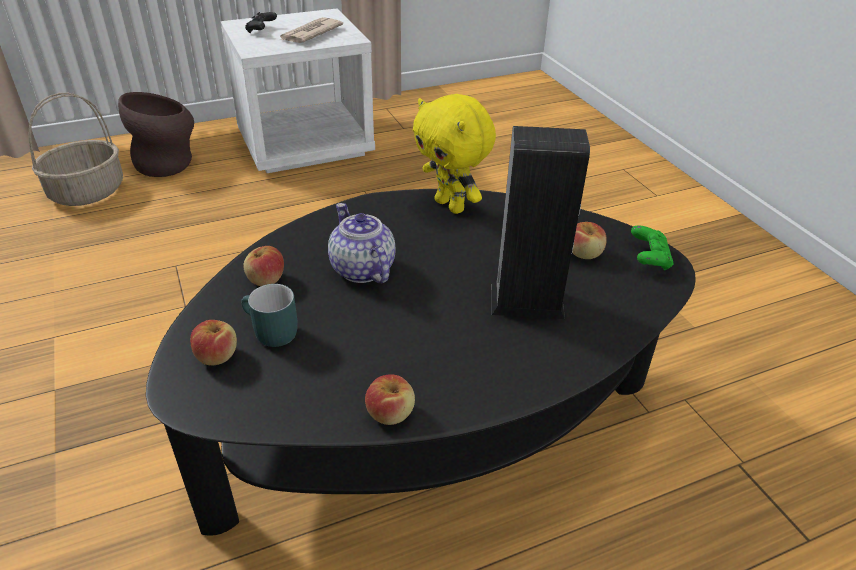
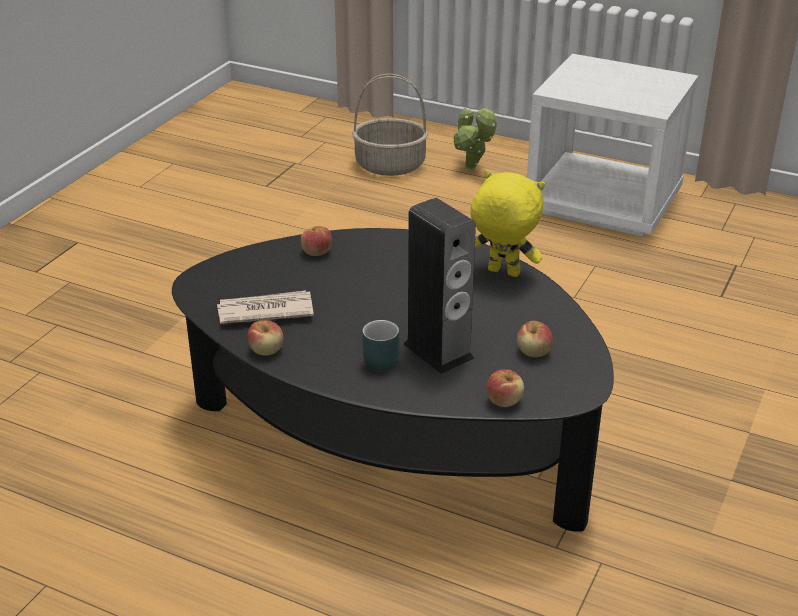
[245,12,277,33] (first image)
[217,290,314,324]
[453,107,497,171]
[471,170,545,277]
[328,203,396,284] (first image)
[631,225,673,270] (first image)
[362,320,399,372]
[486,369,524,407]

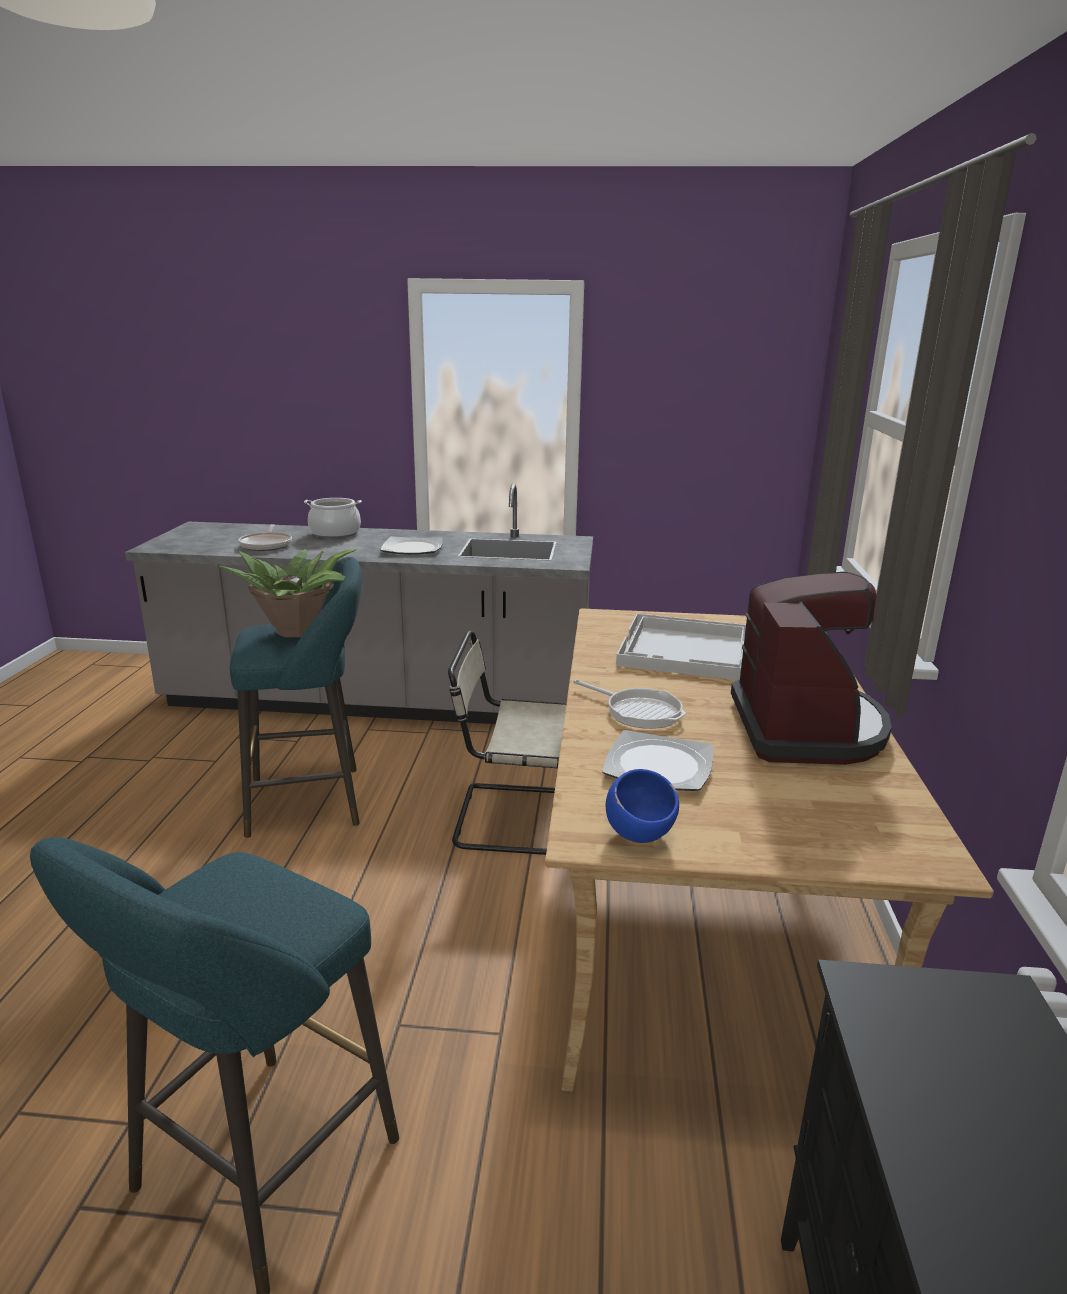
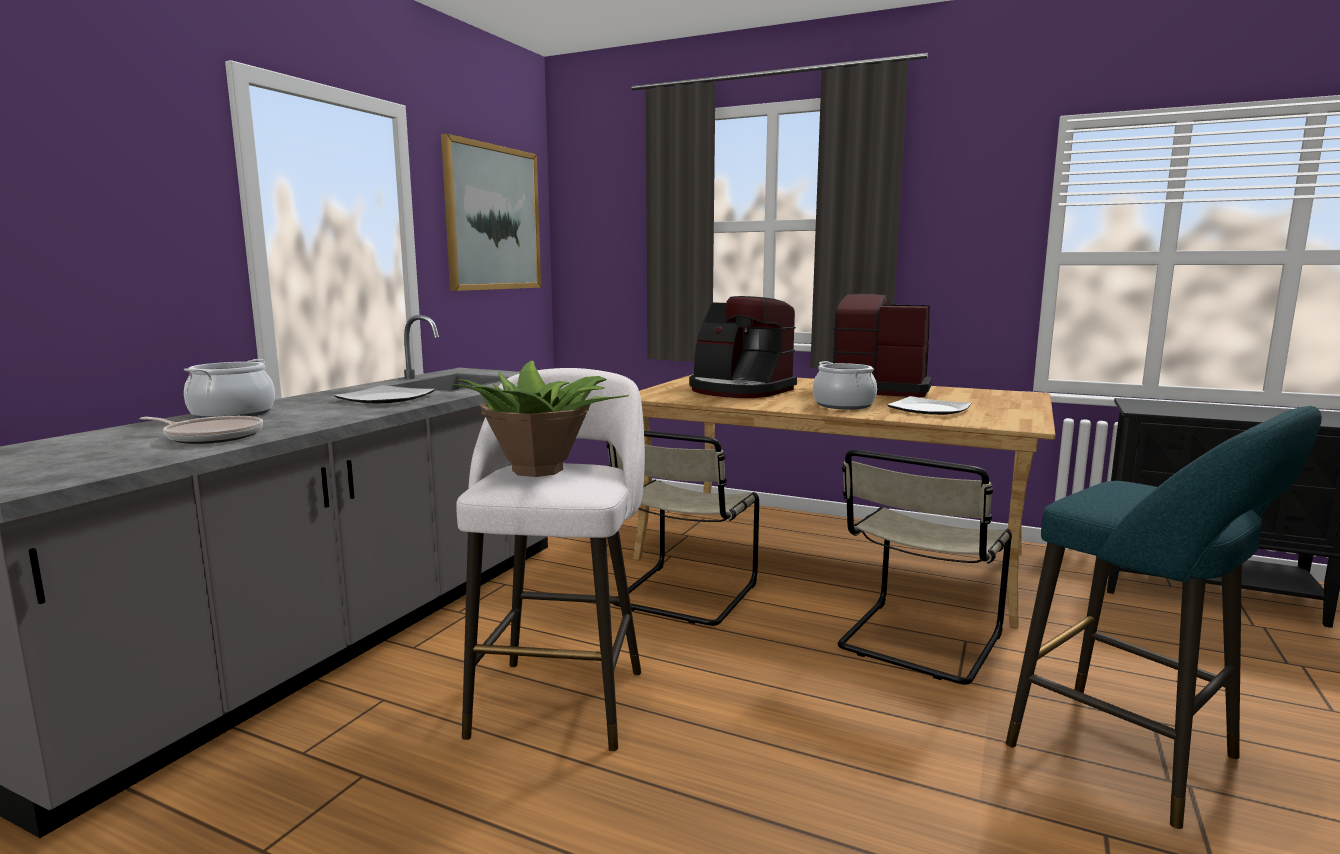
[456,368,645,751]
[689,296,797,398]
[813,361,877,410]
[606,769,679,843] (first image)
[441,134,541,291]
[838,450,1012,685]

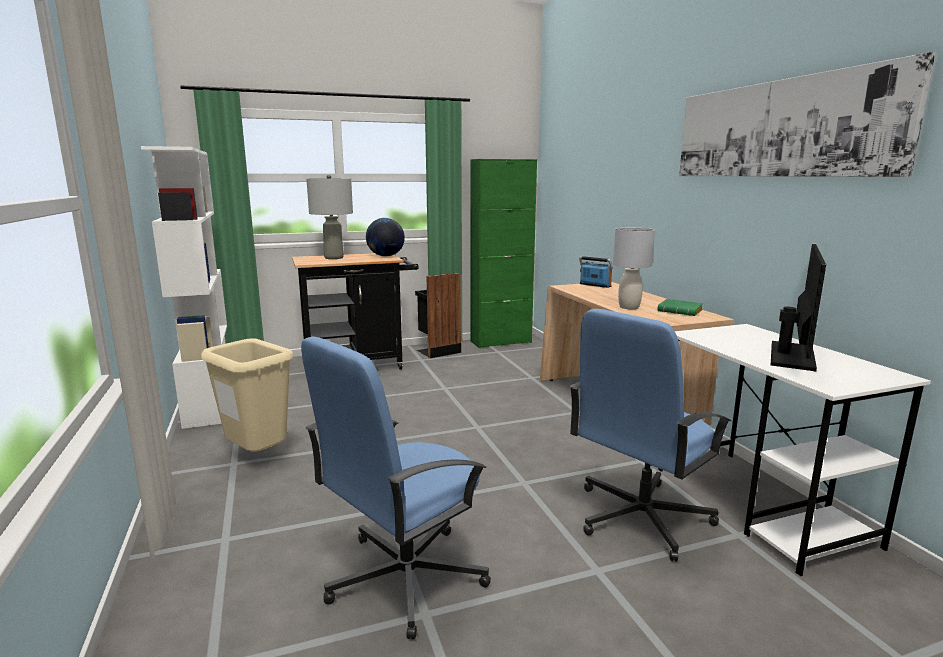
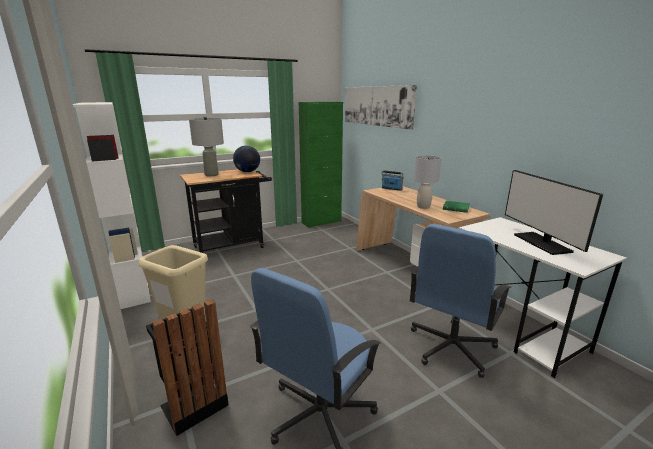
[345,85,417,130]
[505,170,603,255]
[146,299,229,436]

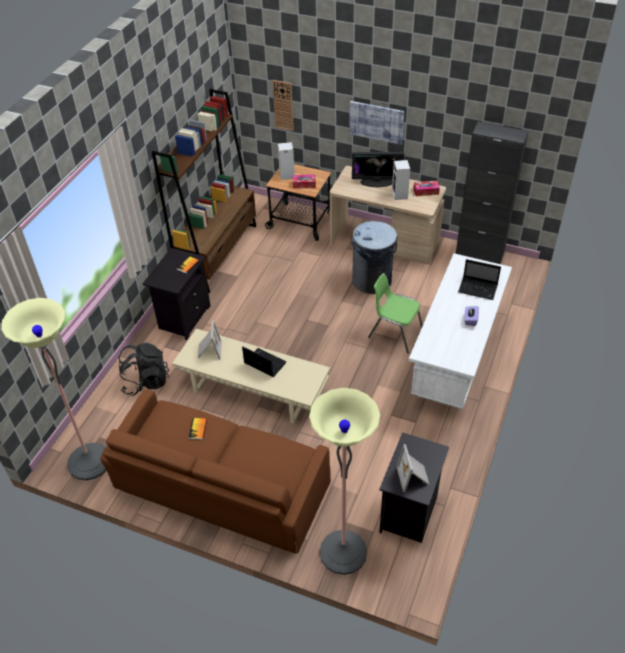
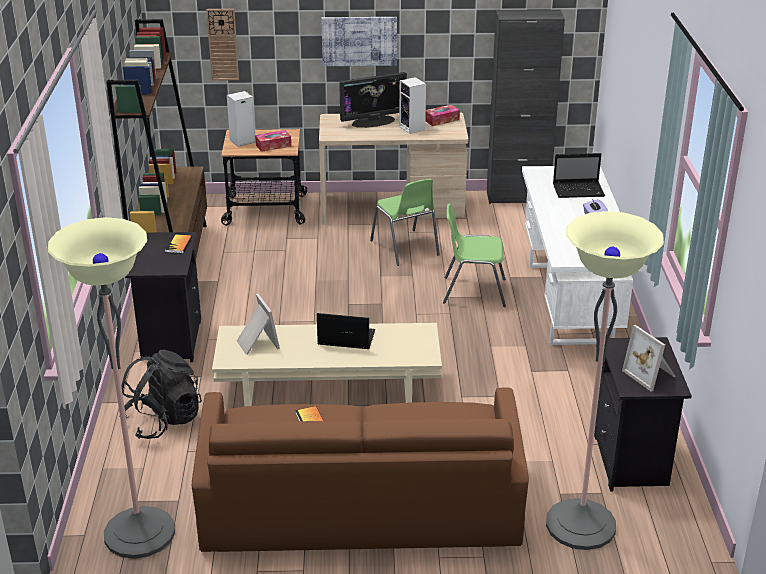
[370,179,440,266]

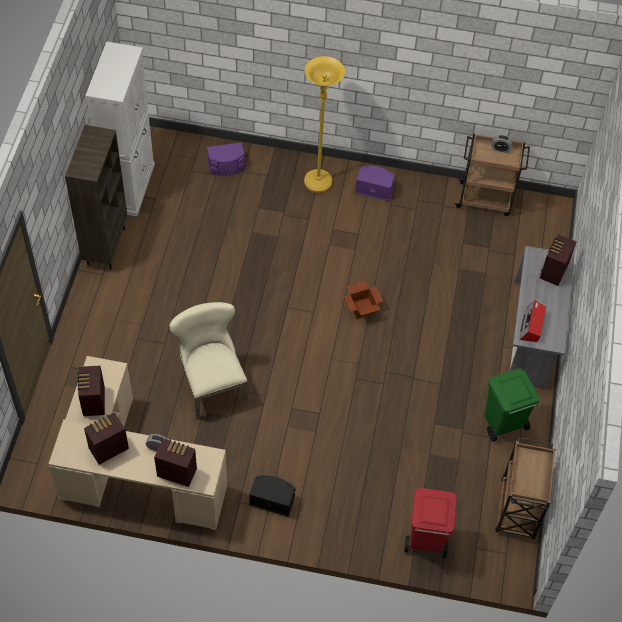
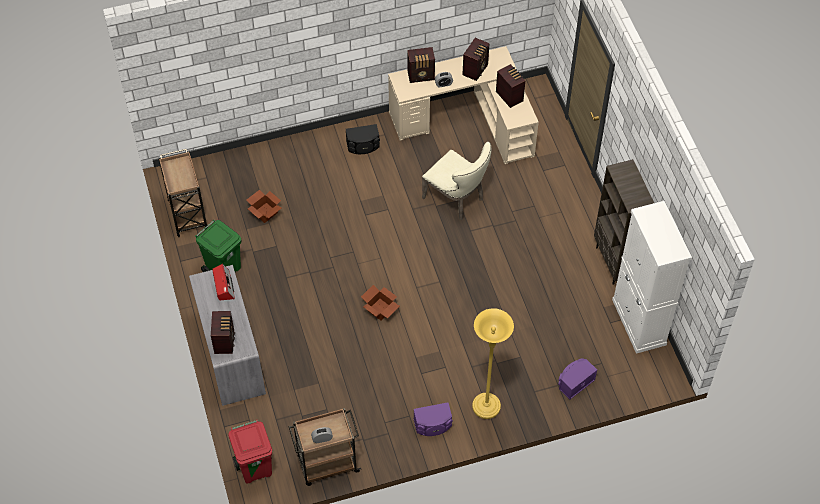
[229,420,272,484]
[246,190,282,223]

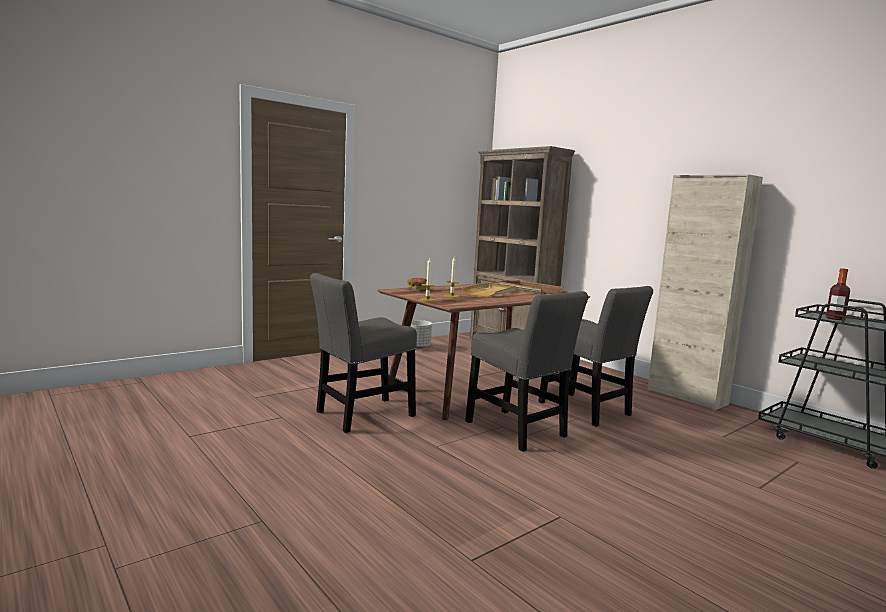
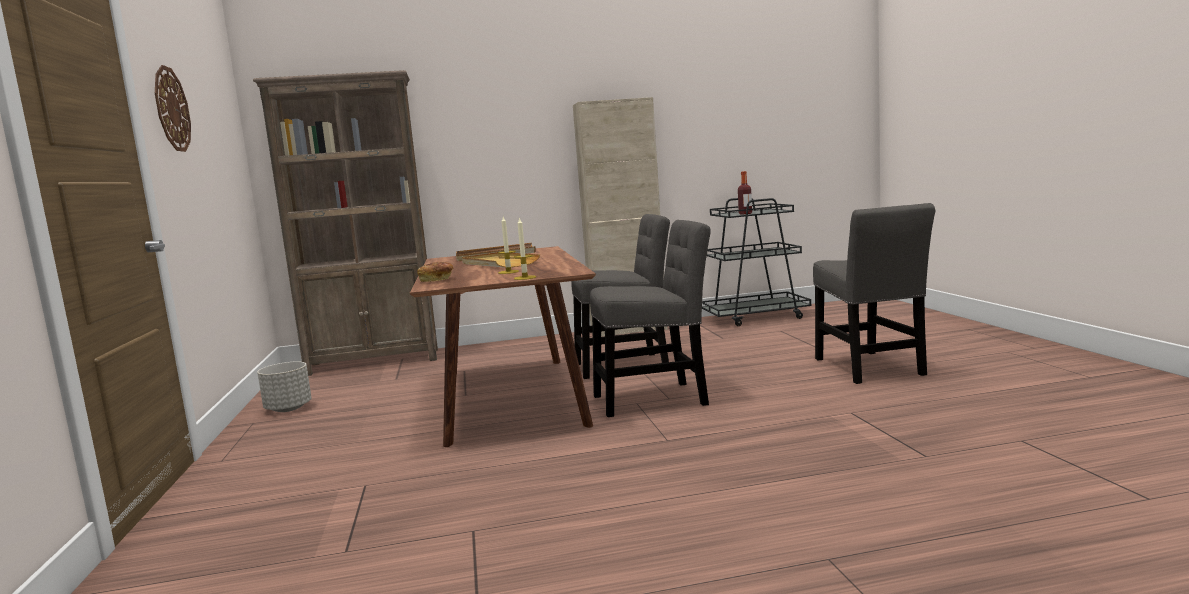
[813,203,935,384]
[155,65,191,152]

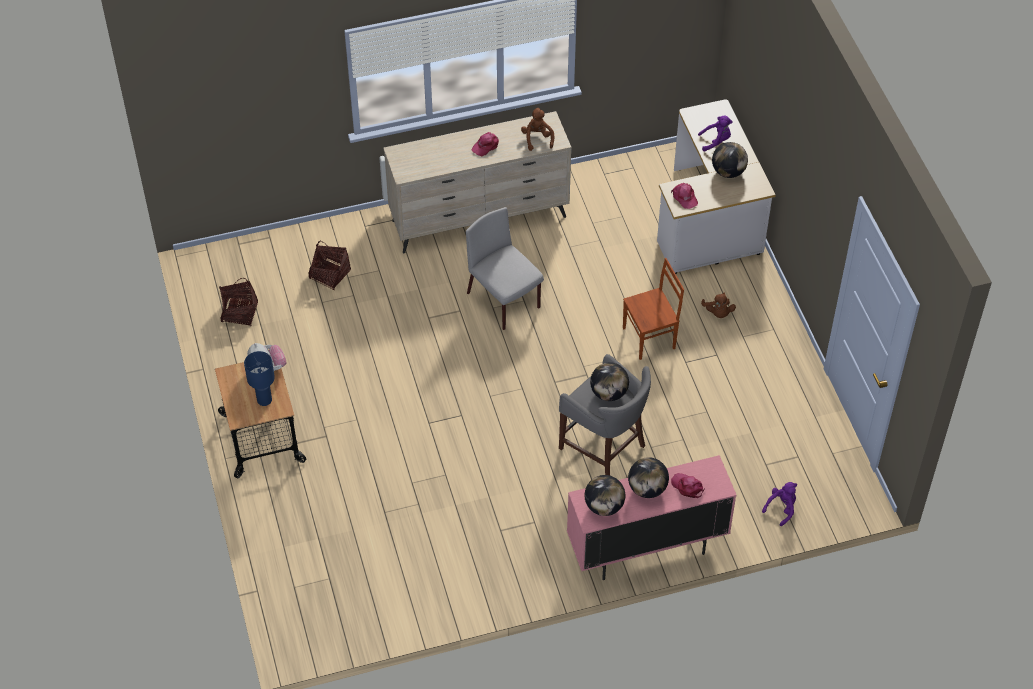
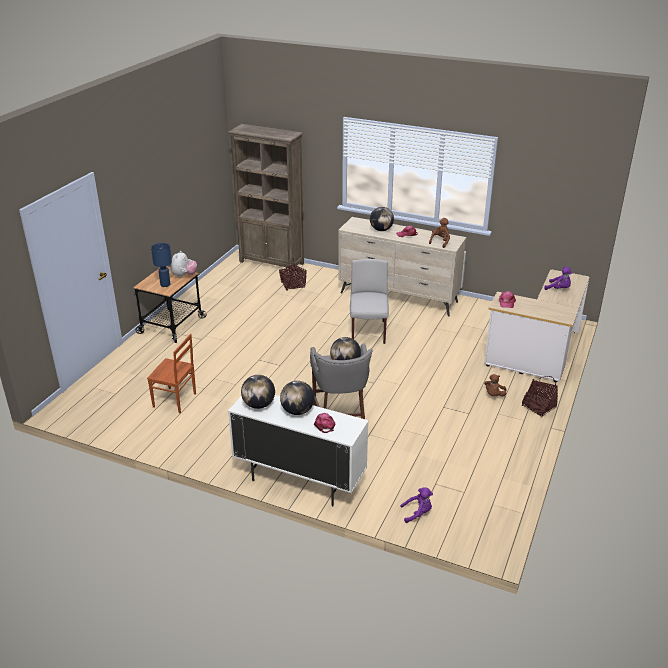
[370,207,394,231]
[147,334,196,413]
[522,376,558,417]
[228,395,369,507]
[228,124,304,273]

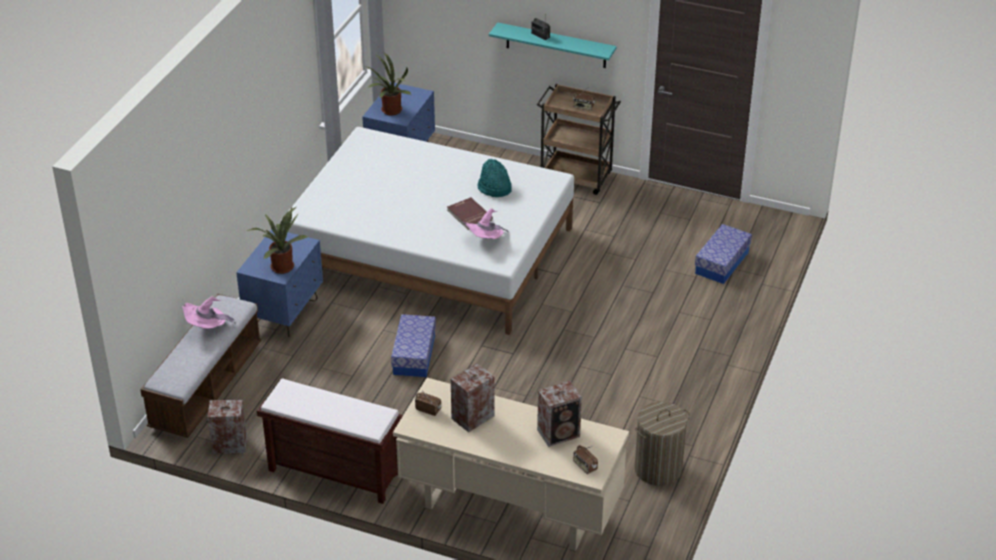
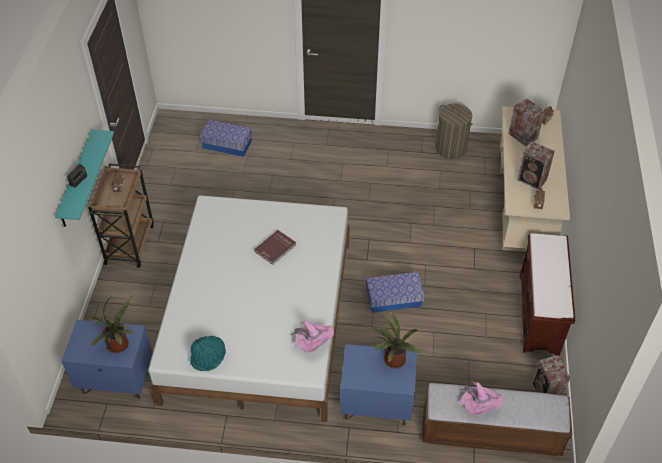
[190,336,226,371]
[291,321,334,352]

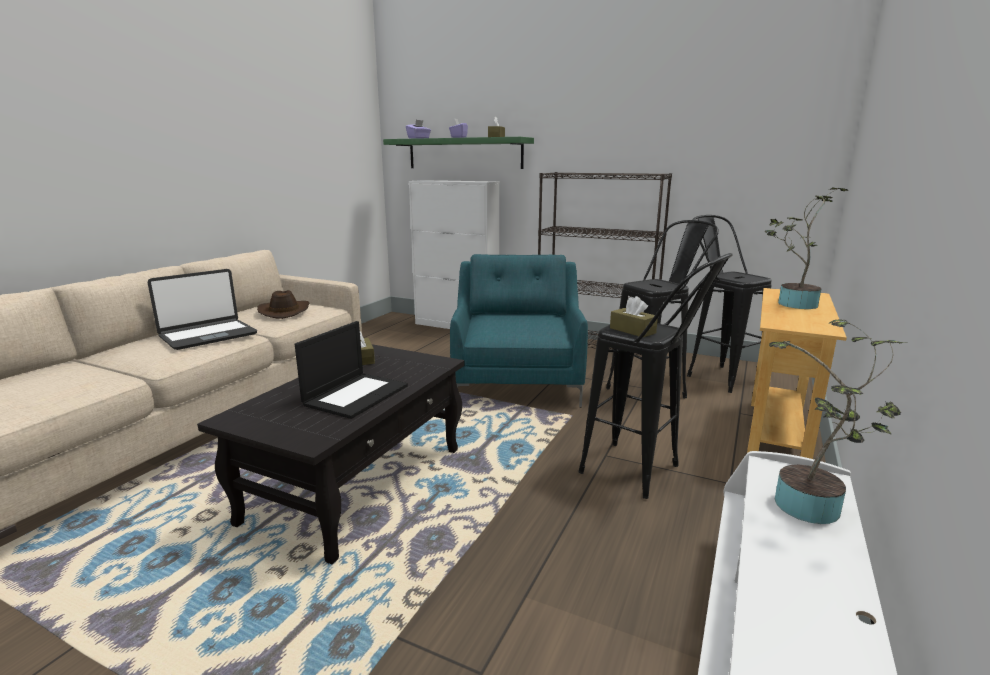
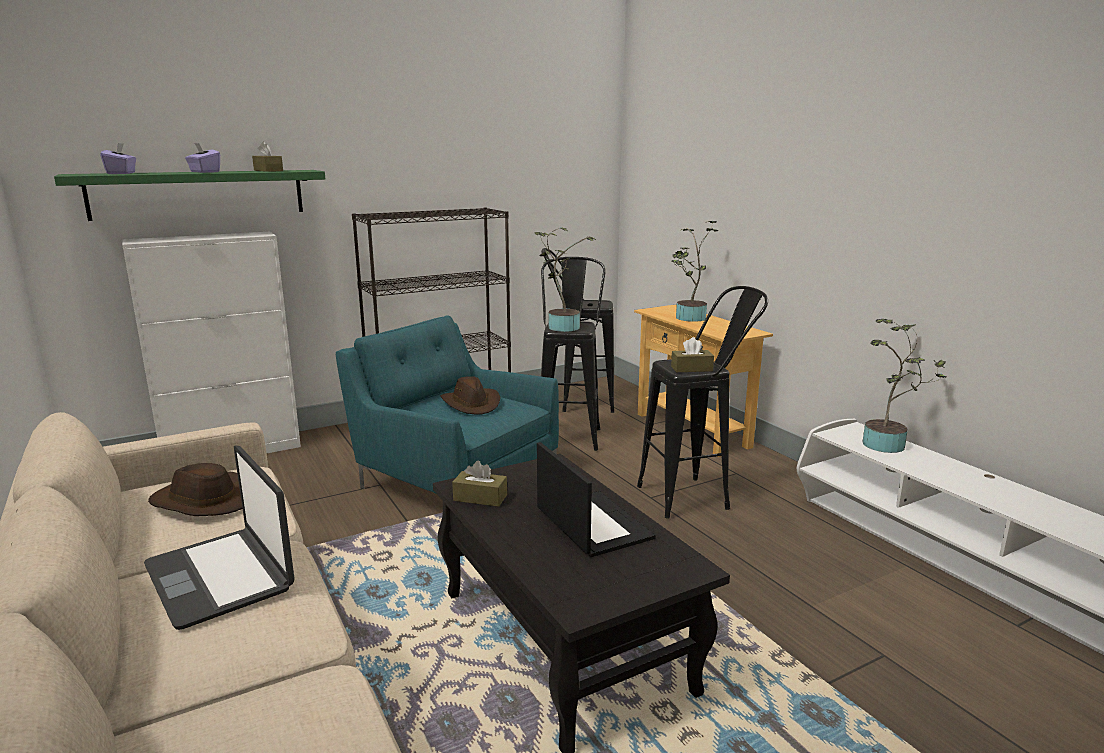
[144,446,295,630]
[534,227,596,332]
[440,376,500,415]

